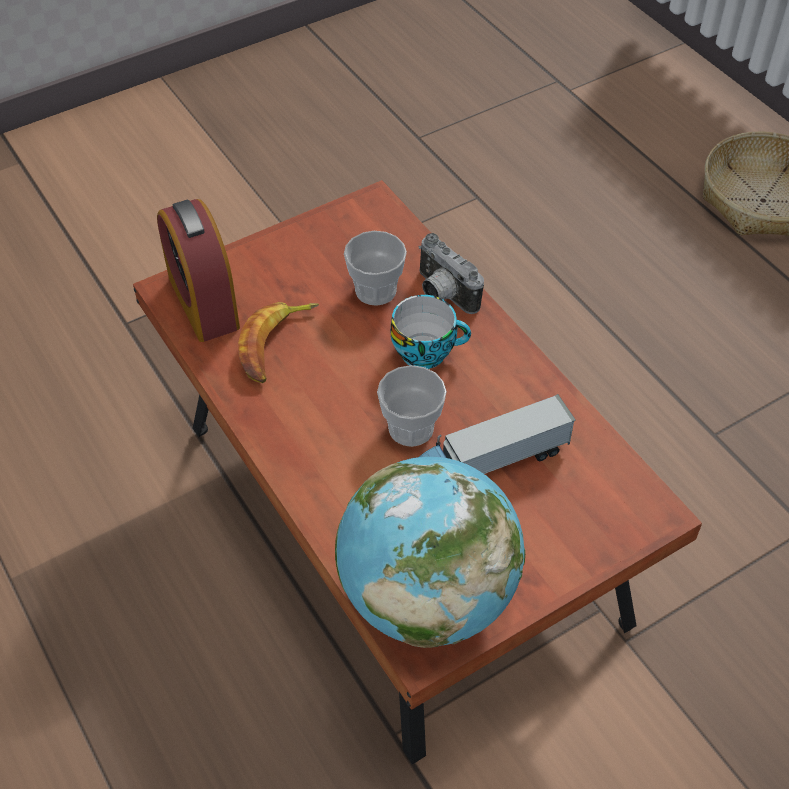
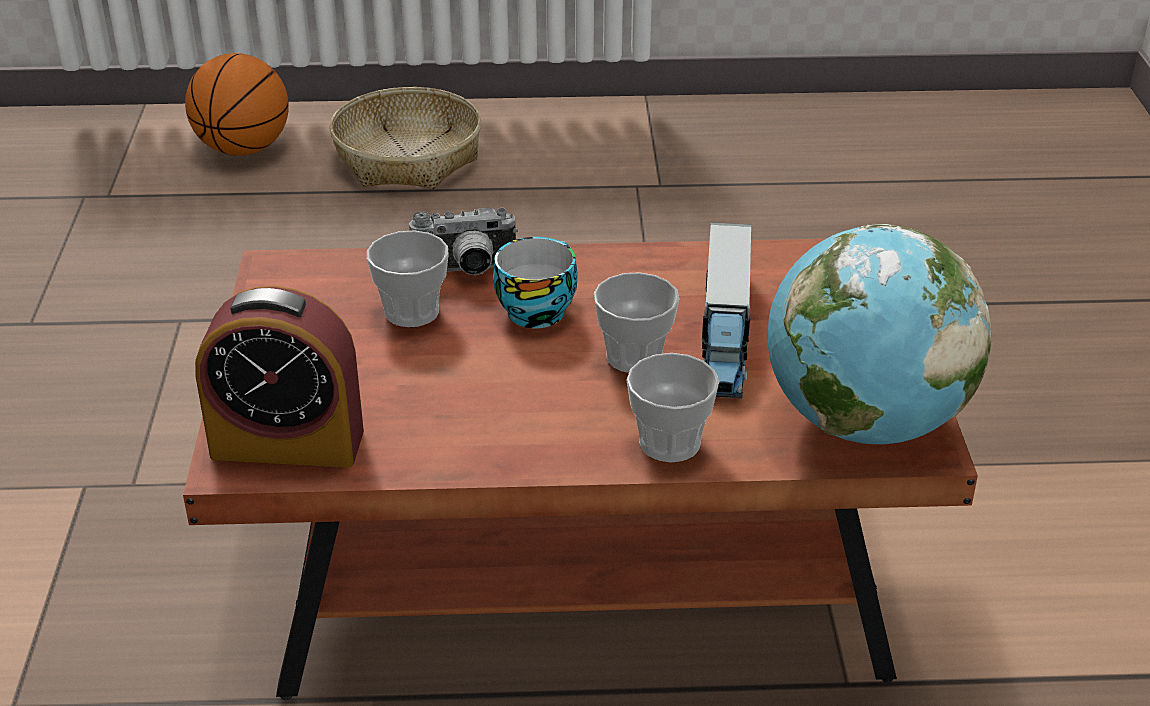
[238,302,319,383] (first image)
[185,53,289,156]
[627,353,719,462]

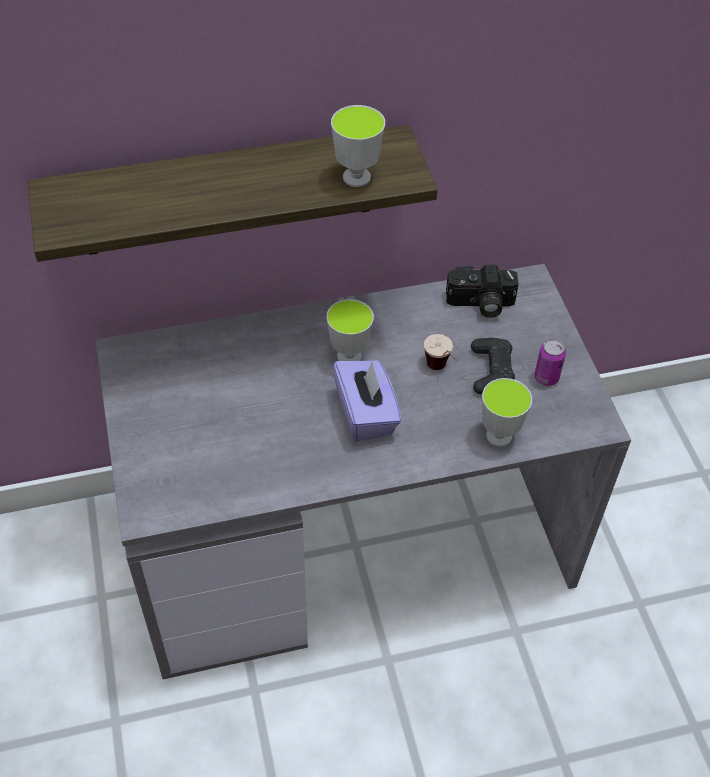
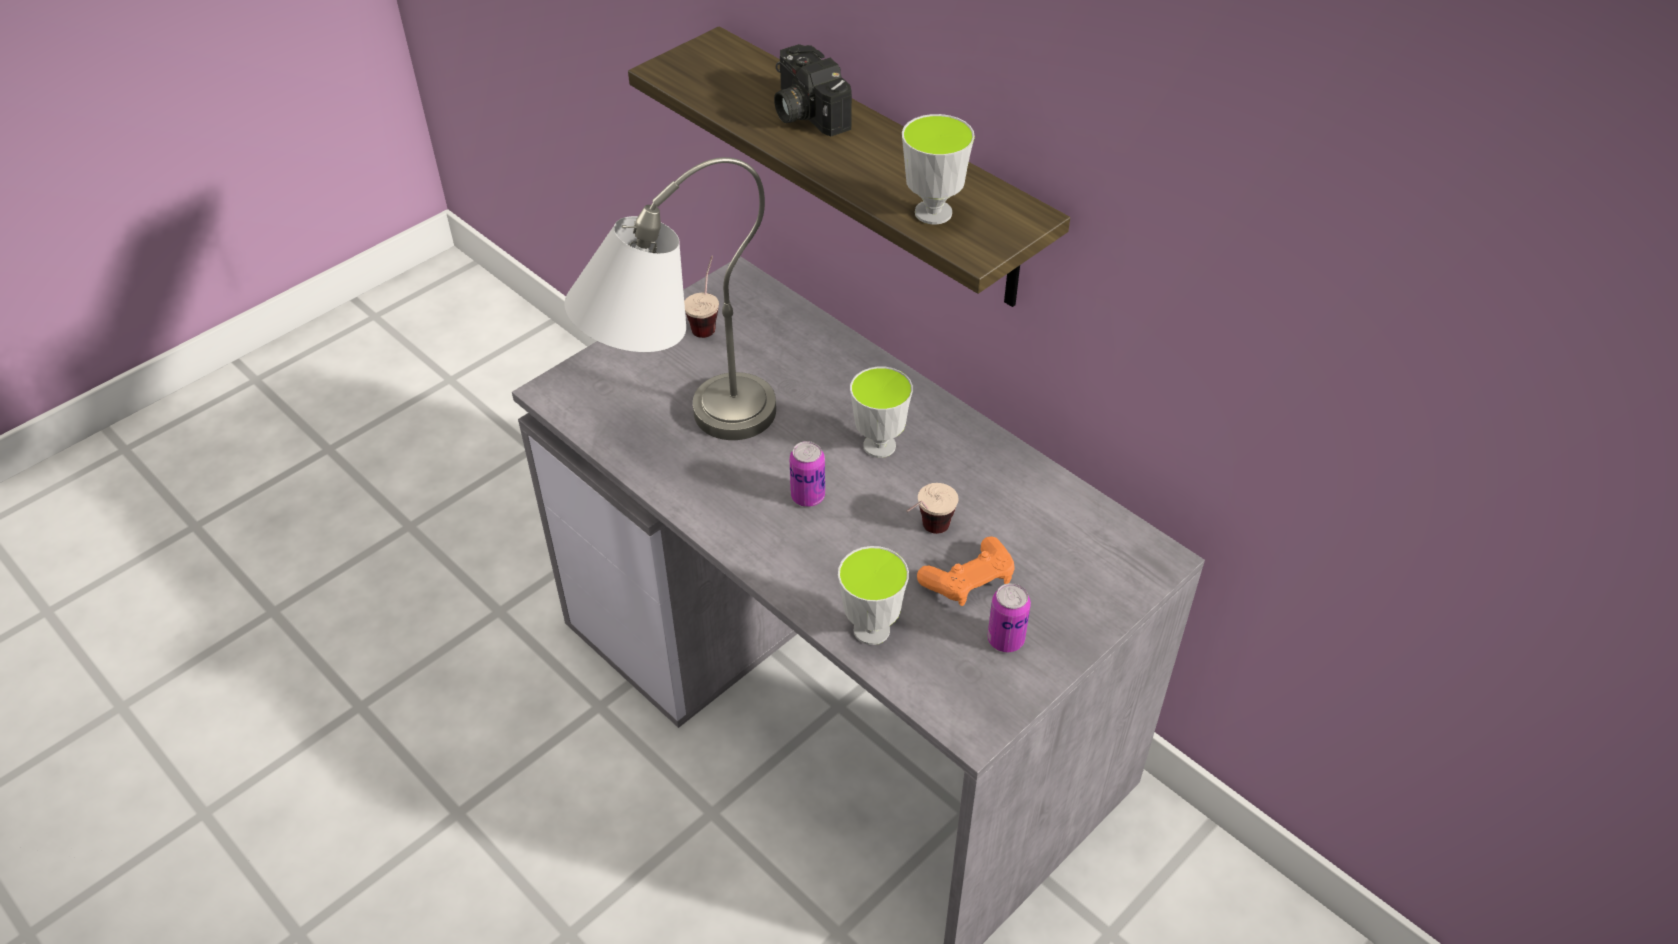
[774,44,852,136]
[917,536,1014,606]
[789,441,825,507]
[564,157,776,440]
[684,256,719,338]

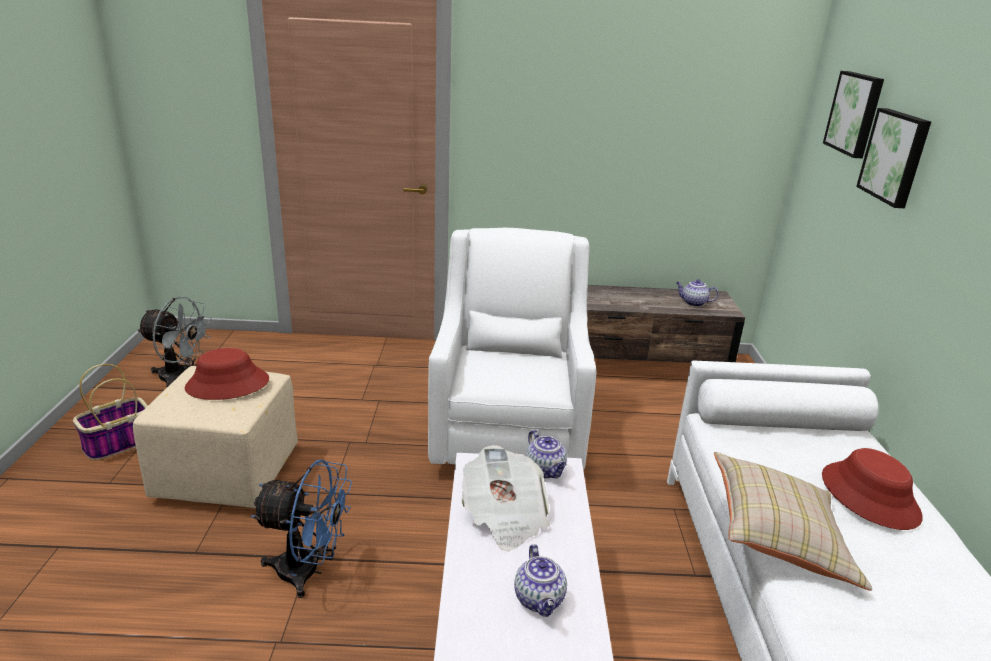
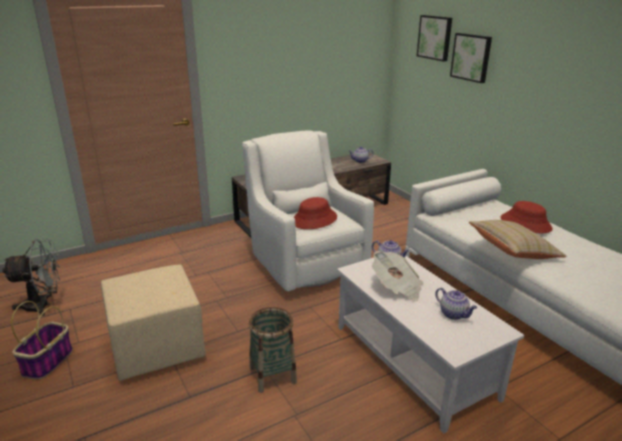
[293,197,337,229]
[249,307,297,393]

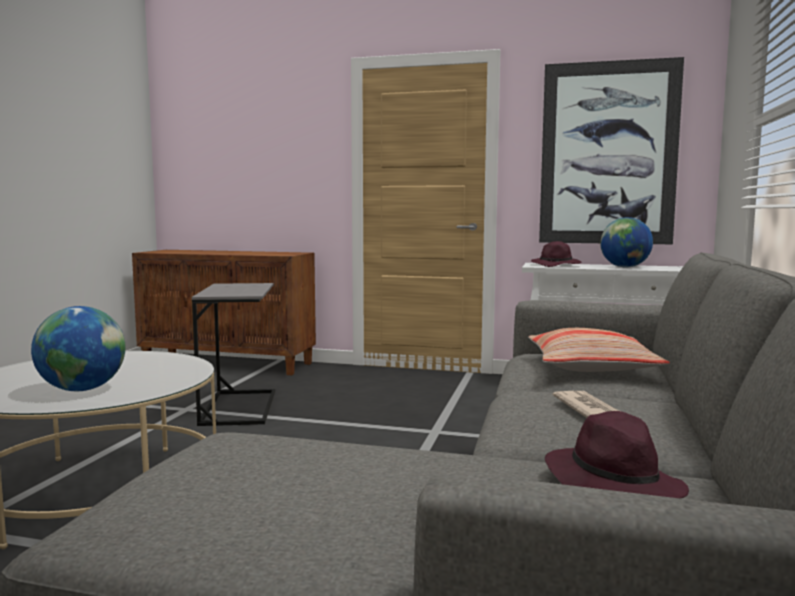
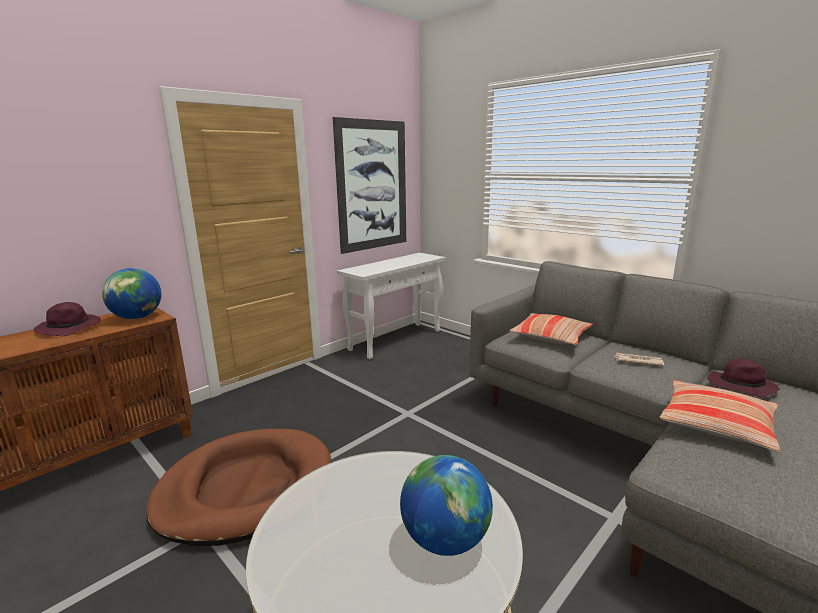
[102,268,161,319]
[34,302,101,336]
[146,429,332,546]
[660,380,780,452]

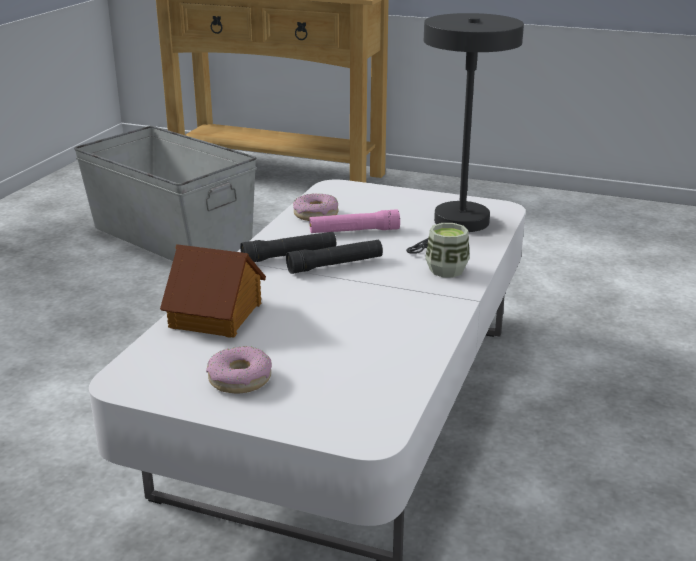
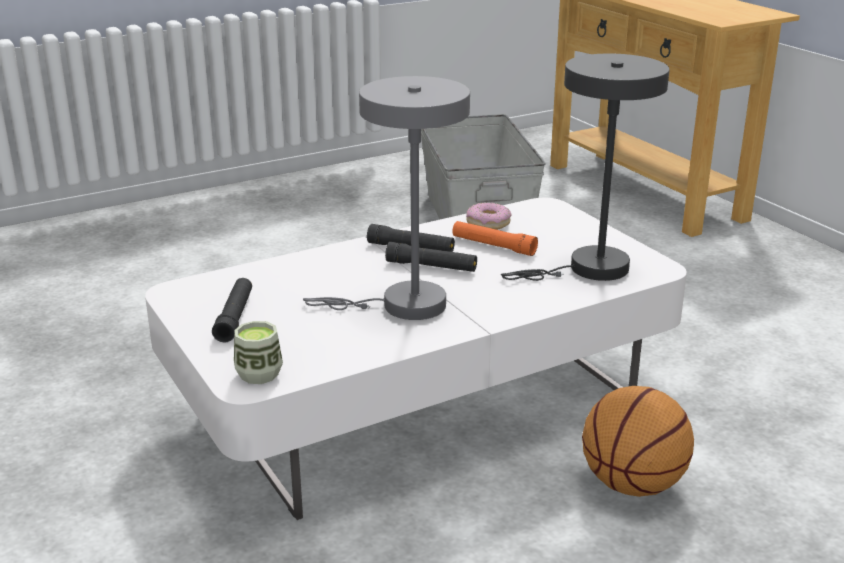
[452,221,538,256]
[234,321,283,384]
[160,244,266,338] (first image)
[212,278,252,343]
[303,76,470,320]
[582,386,694,497]

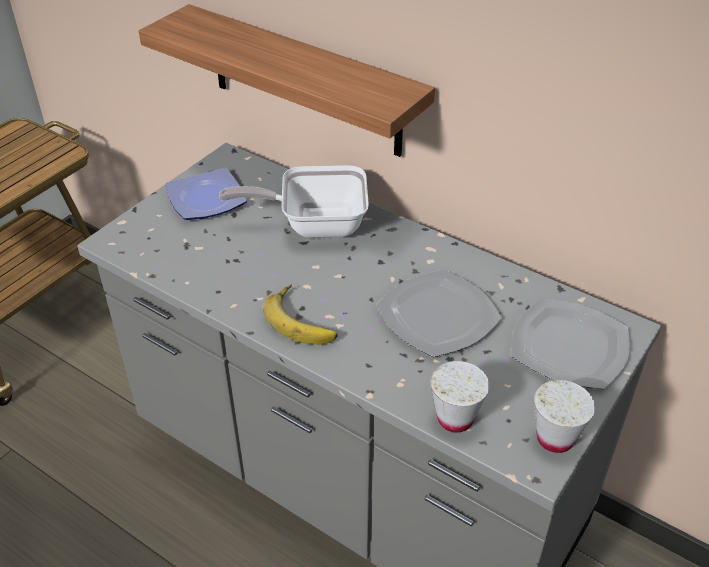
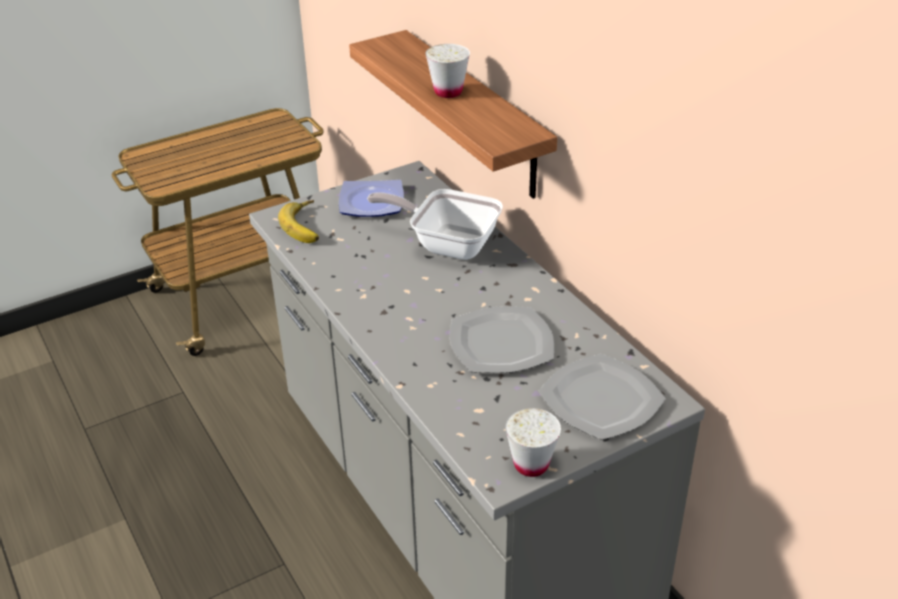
[278,200,319,243]
[426,44,470,98]

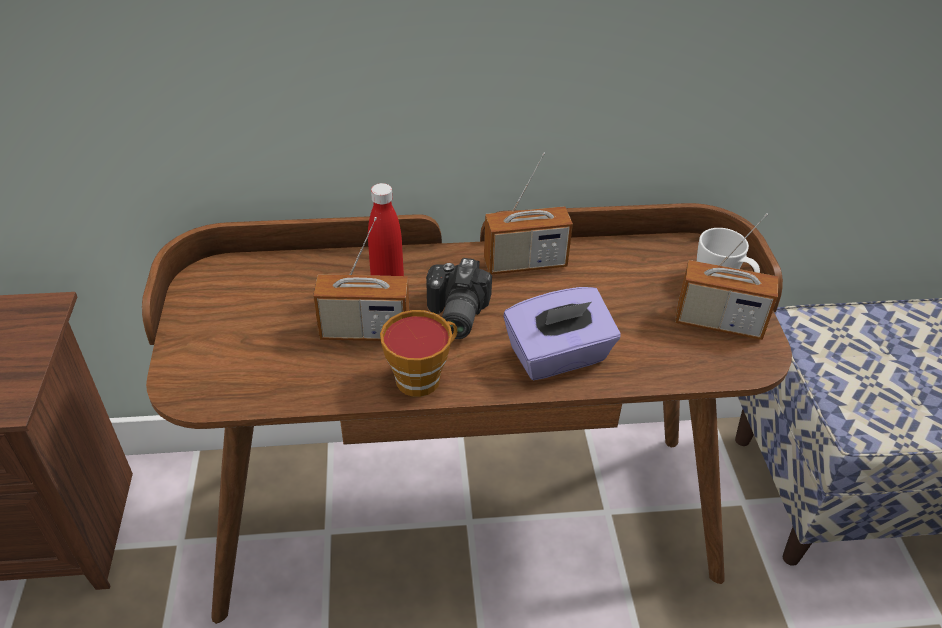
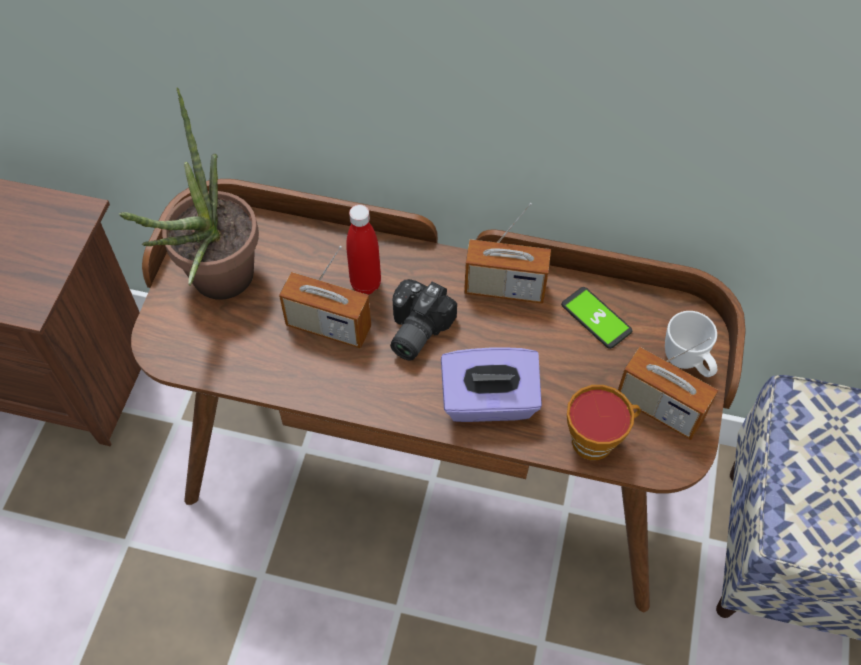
[567,385,641,460]
[119,87,259,300]
[561,287,632,349]

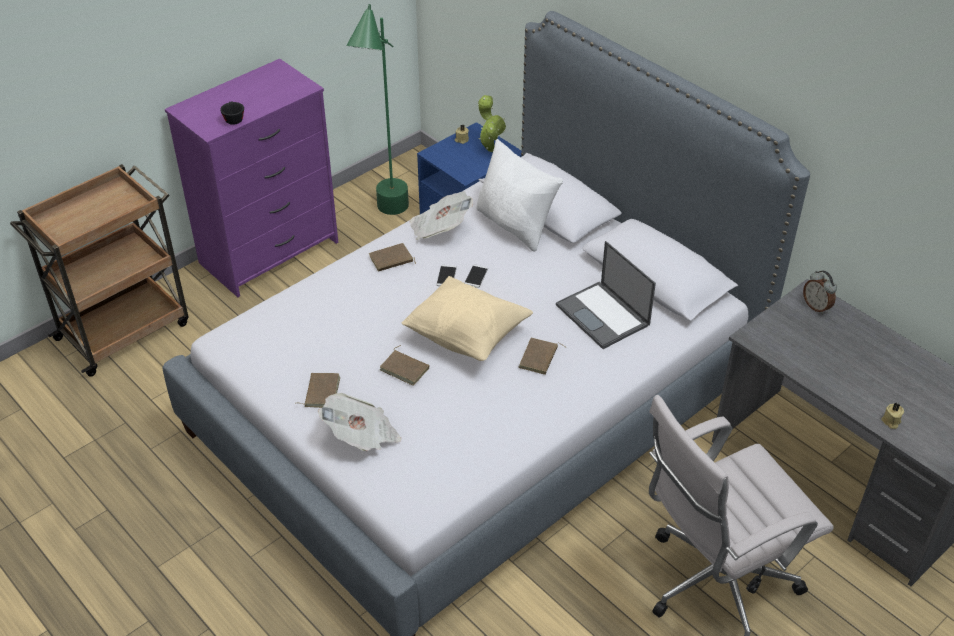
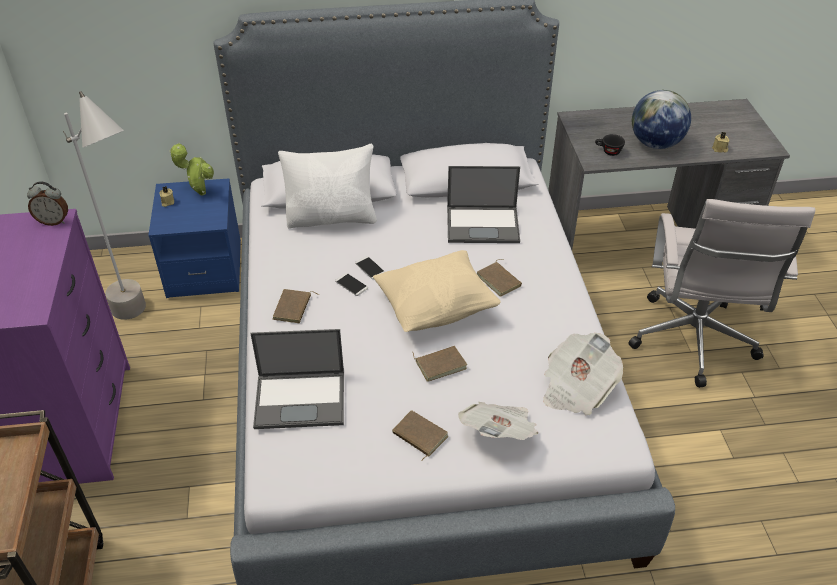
[63,91,146,320]
[595,134,625,156]
[543,333,623,415]
[27,181,68,226]
[632,90,691,149]
[251,329,344,429]

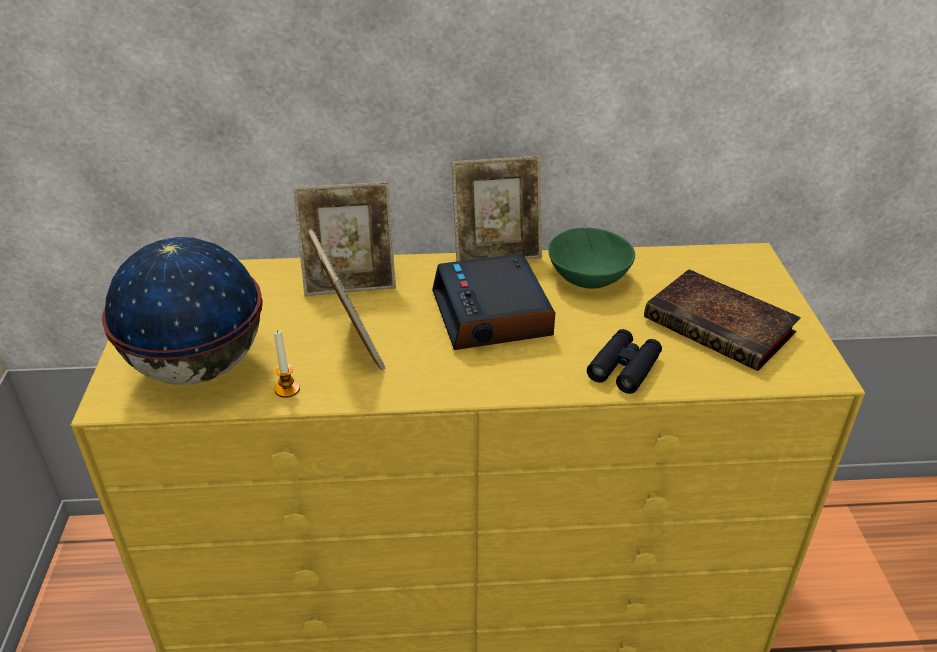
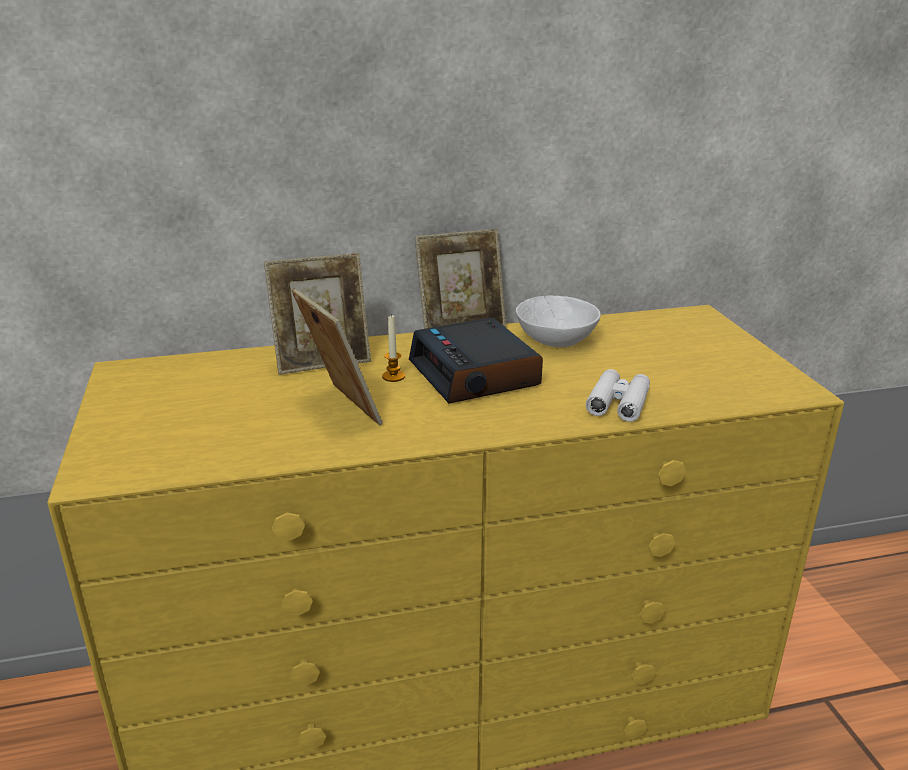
[516,295,601,347]
[102,237,263,385] (first image)
[644,269,801,371] (first image)
[586,369,650,422]
[382,314,405,382]

